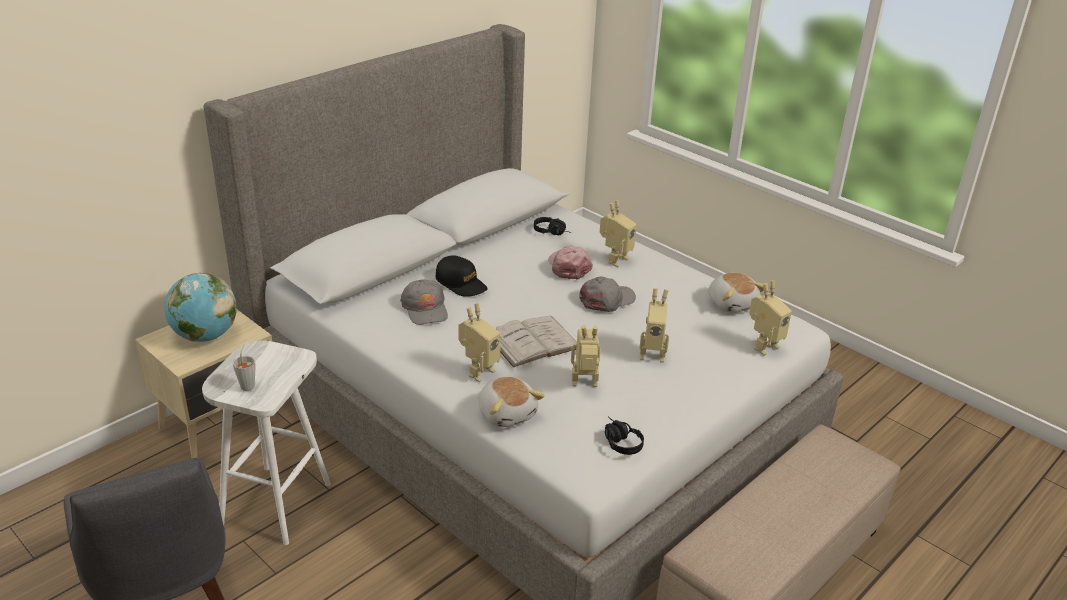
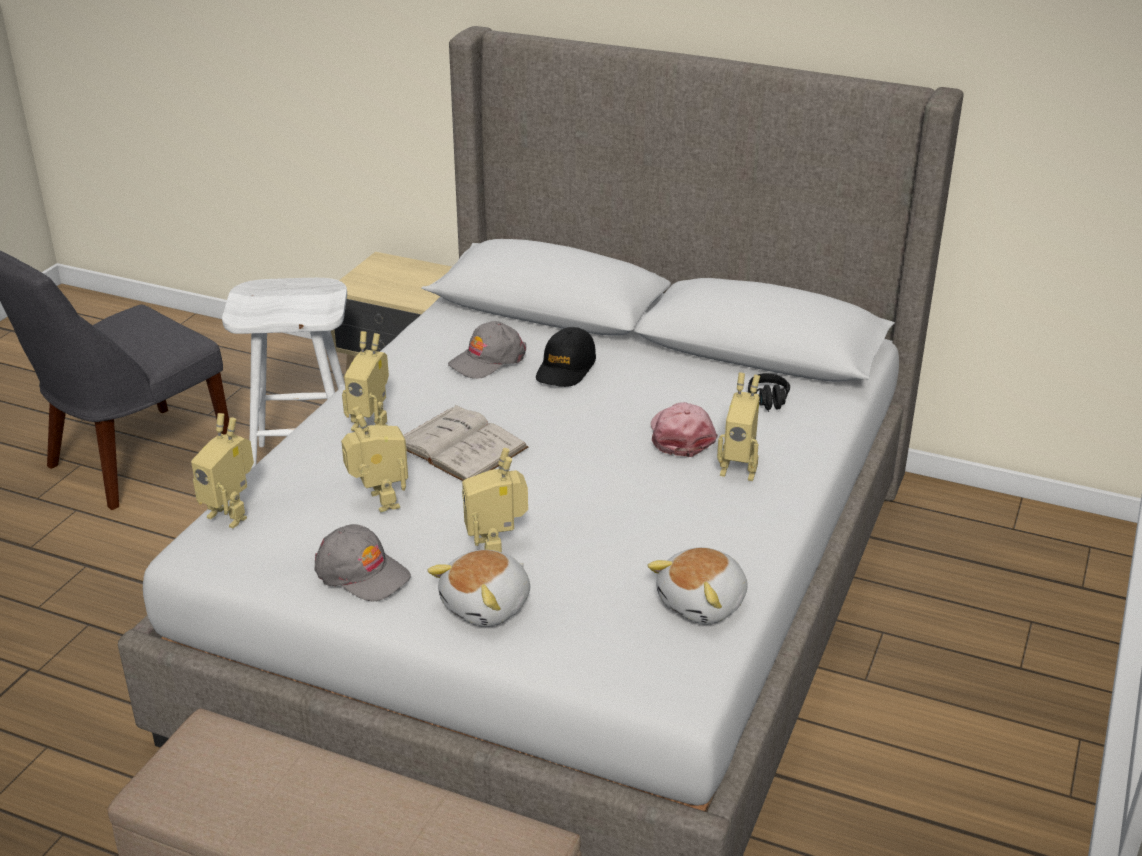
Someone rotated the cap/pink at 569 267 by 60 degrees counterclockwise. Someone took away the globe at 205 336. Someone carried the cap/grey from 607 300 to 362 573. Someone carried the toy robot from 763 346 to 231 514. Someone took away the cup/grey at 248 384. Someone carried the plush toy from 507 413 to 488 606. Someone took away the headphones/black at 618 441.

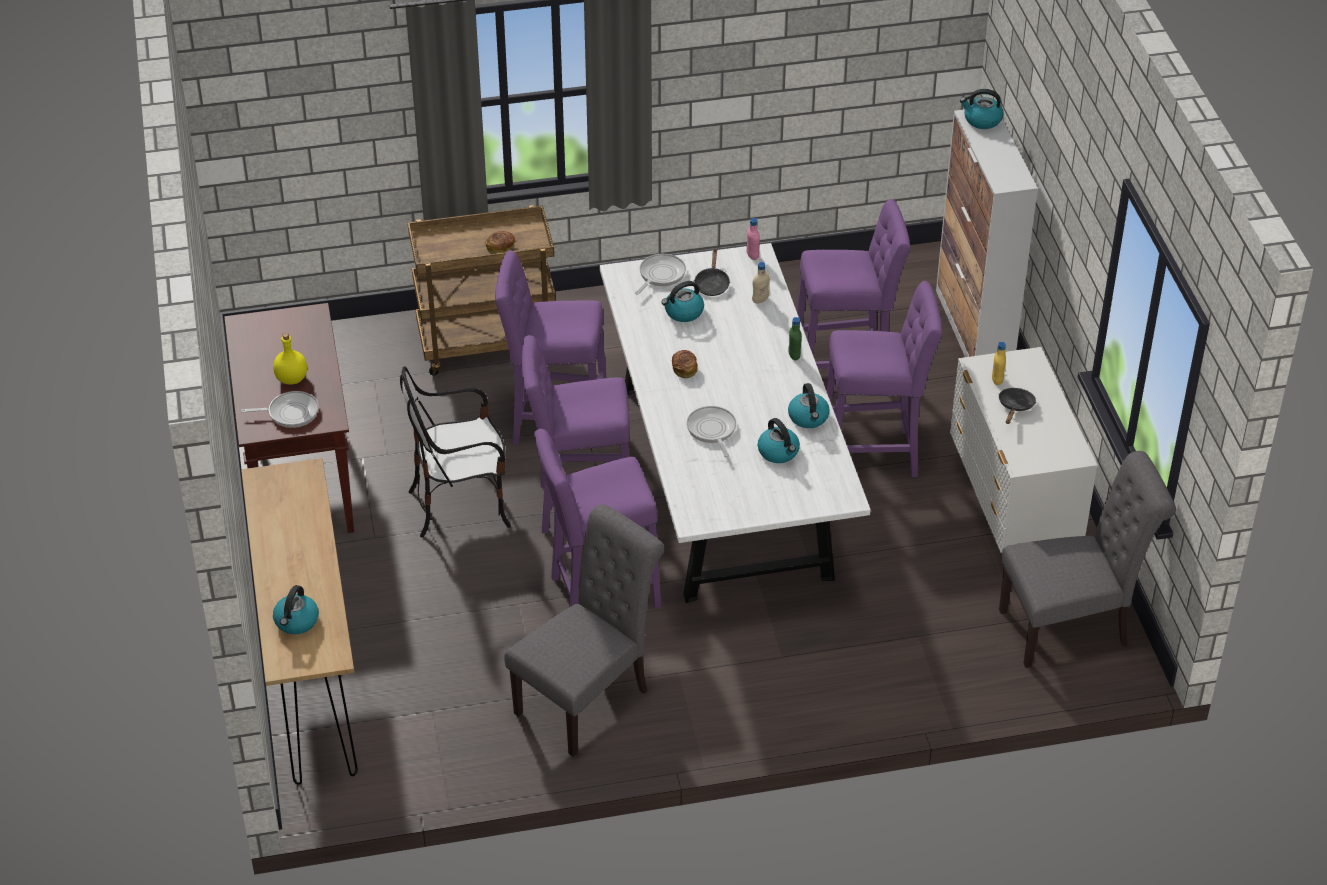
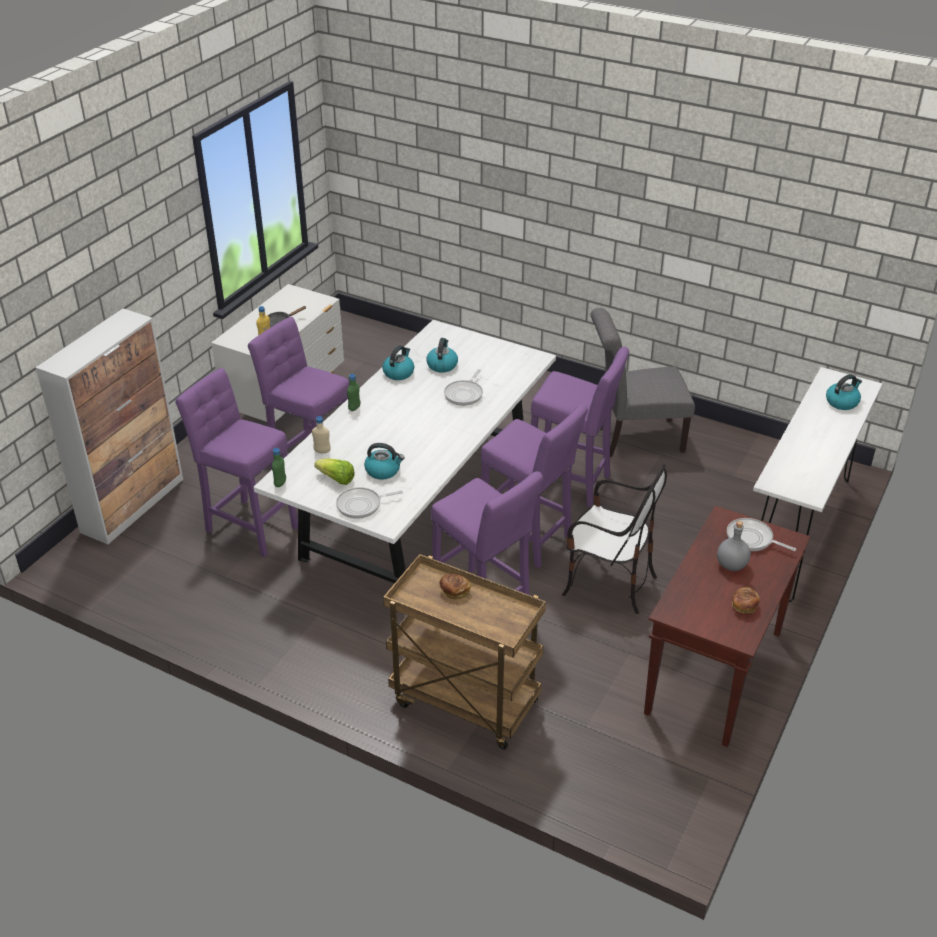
Someone took away the kettle at 982 120. Someone repainted the bottle/pink at 752 256, which became the bottle/green at 280 483. Someone swapped the frying pan/black at 712 284 for the lettuce at 336 479. Someone repainted the bottle/yellow at 291 379, which became the bottle/grey at 732 565. Someone carried the bread from 684 369 to 743 606. Someone took away the chair/grey at 1072 627. Someone repainted the console table/brown at 311 676, which became the console table/white at 799 531.

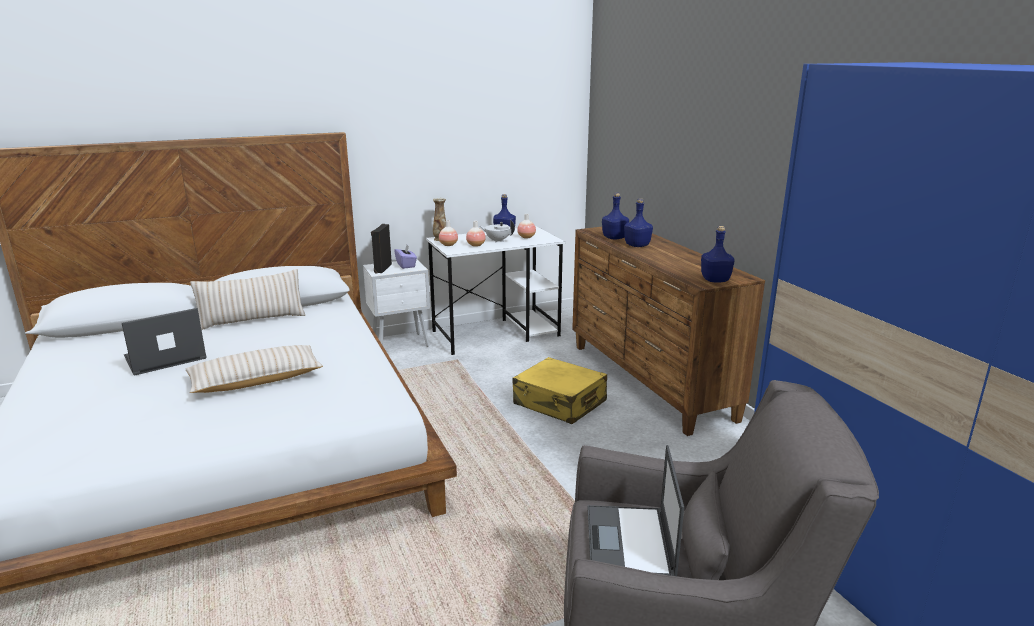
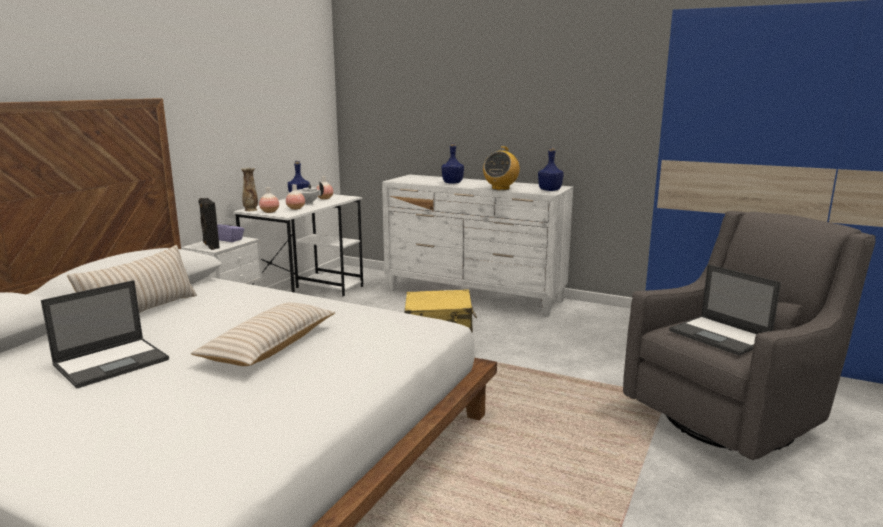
Someone took away the bottle/blue at 614 238. Someone repainted the dresser/brown at 649 381, which became the dresser/white at 474 295. Someone rotated the laptop at 164 358 by 150 degrees counterclockwise. Someone put down the radio at 500 188.

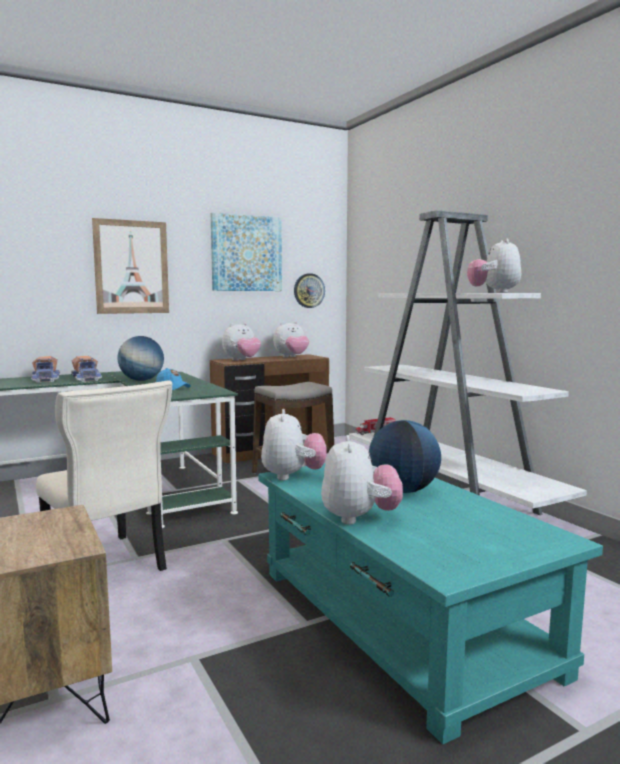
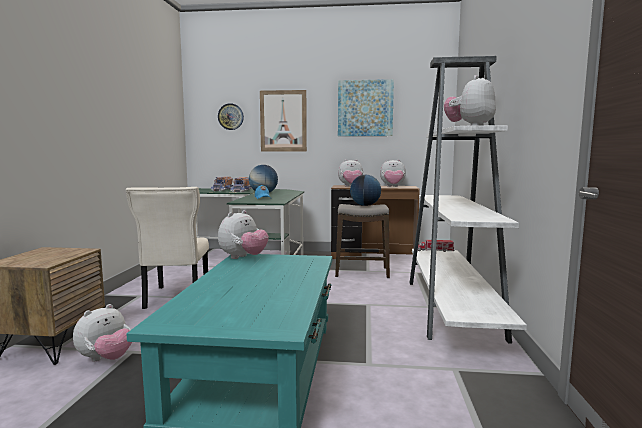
Someone carried the wall clock from 309 290 to 230 116. Someone carried the globe from 403 490 to 365 205. Someone carried the plush toy from 359 518 to 106 359.

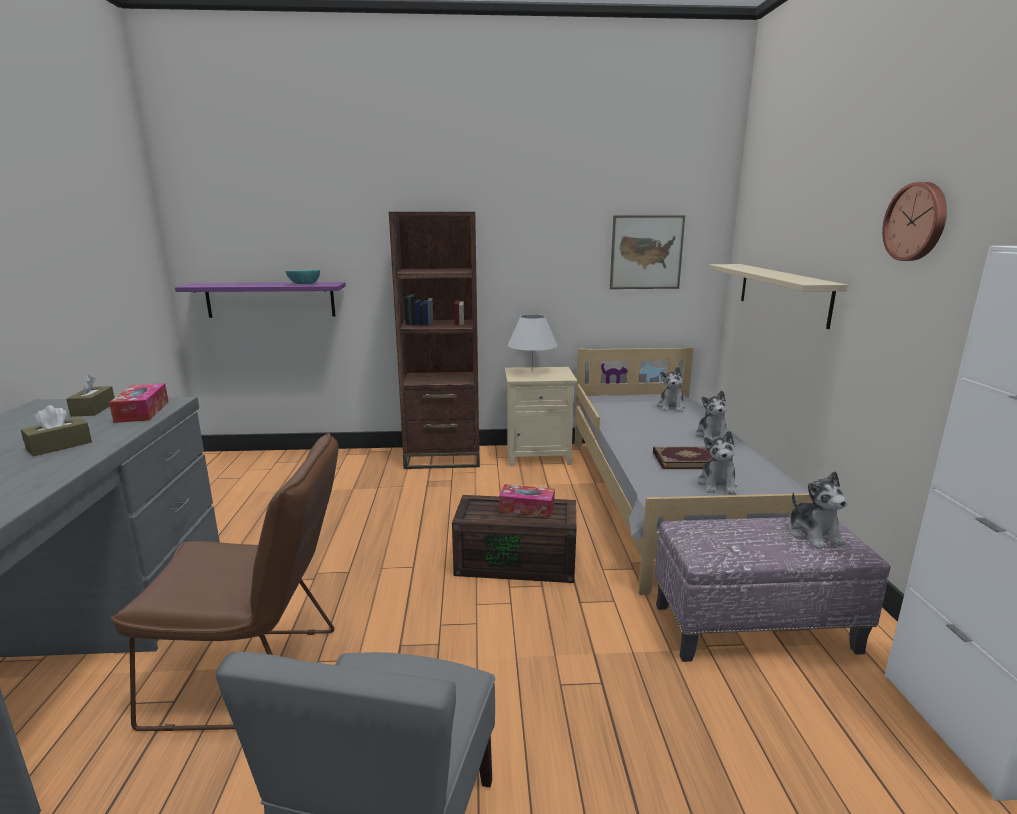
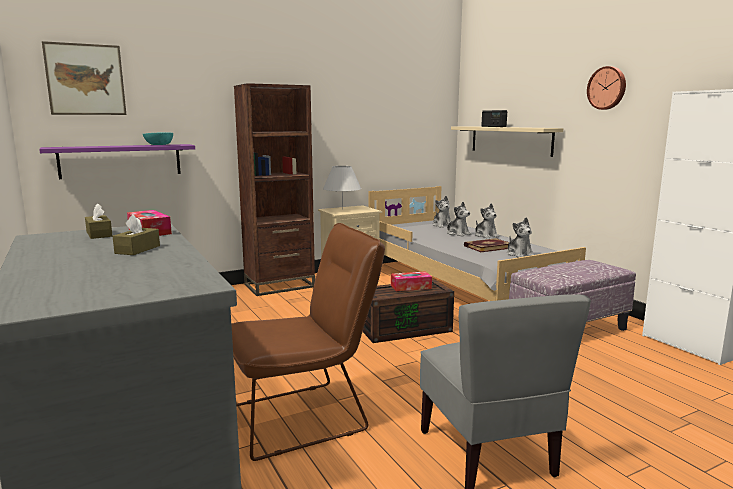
Someone carried the picture from 646 252 to 85 79. Someone carried the plush toy from 813 534 to 458 234. Someone put down the radio at 493 126.

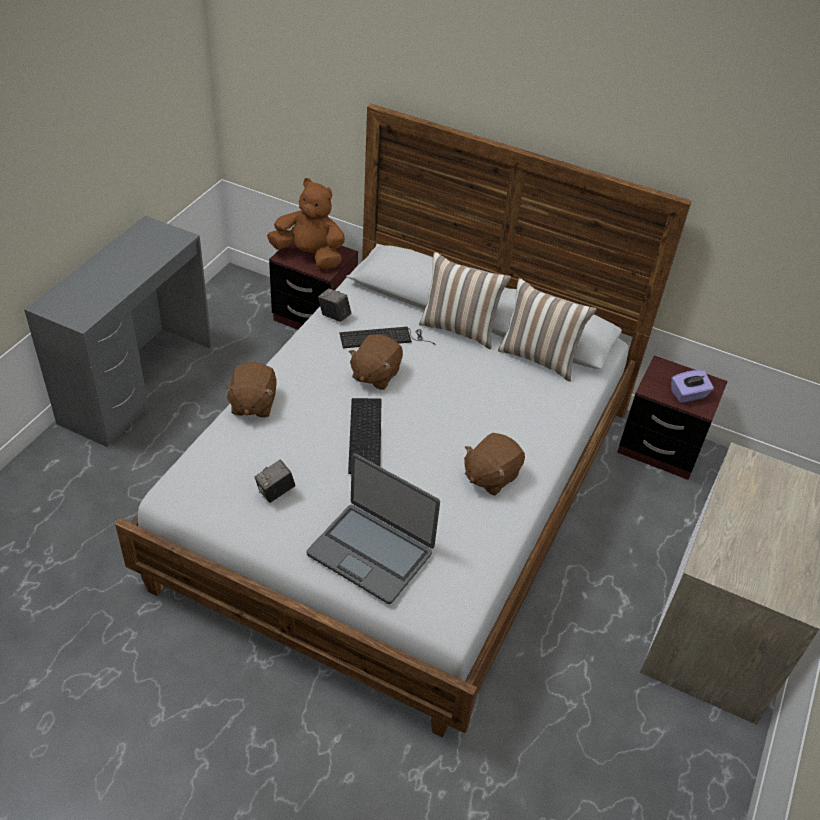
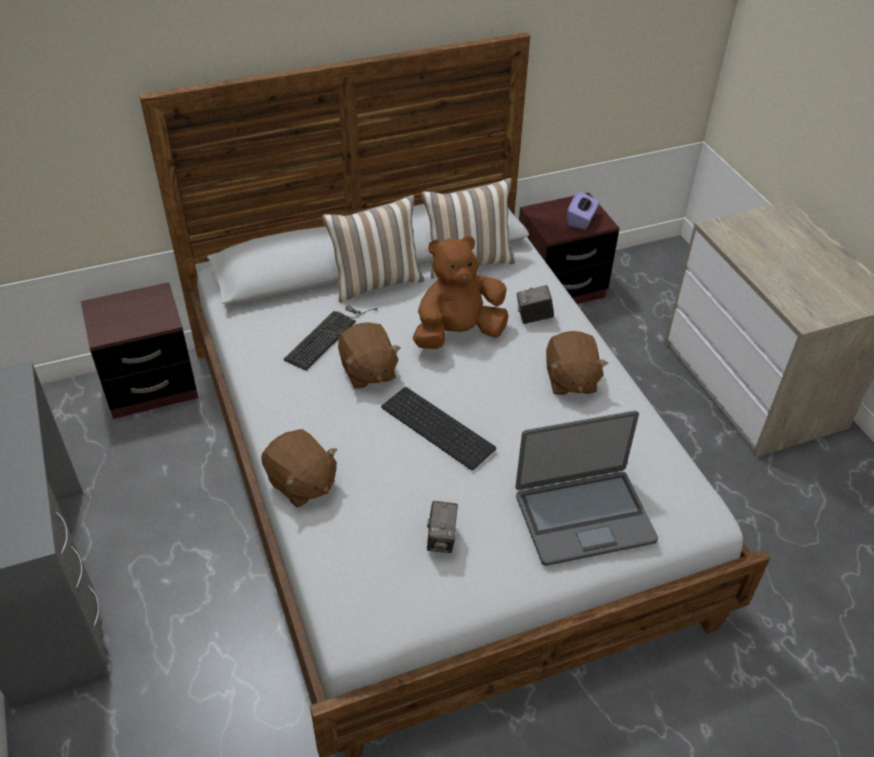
Someone carried the plush toy/brown from 310 256 to 458 333. Someone carried the photo camera from 334 316 to 533 317.

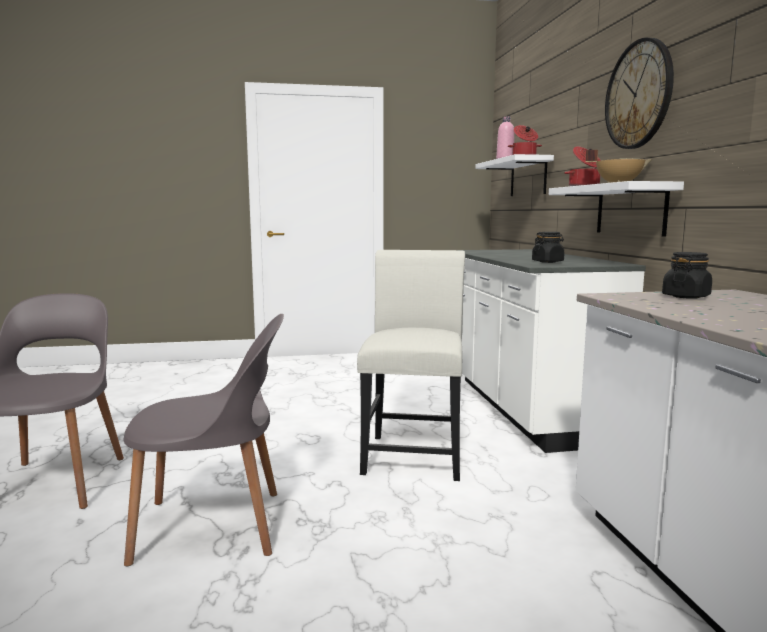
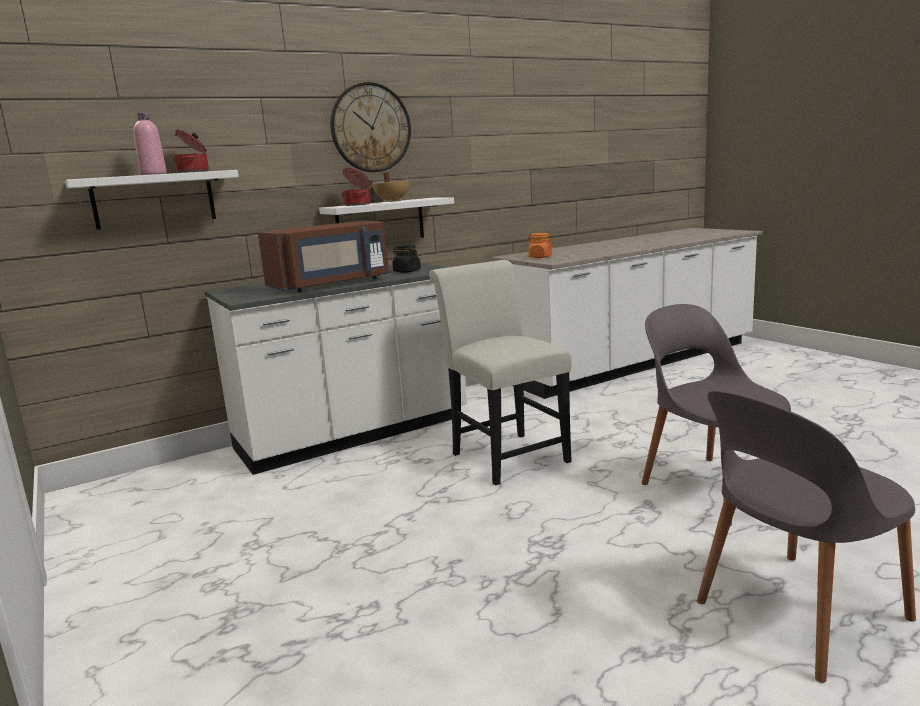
Someone rotated the chair/white at 414 453 by 75 degrees clockwise. Someone repainted the jar/black at 686 296, which became the jar/orange at 540 257. Someone put down the microwave/brown at 331 284.

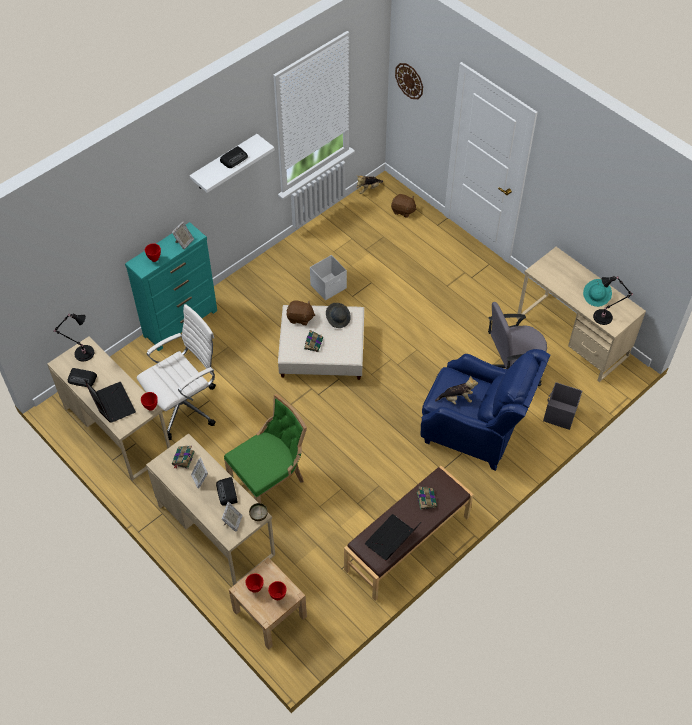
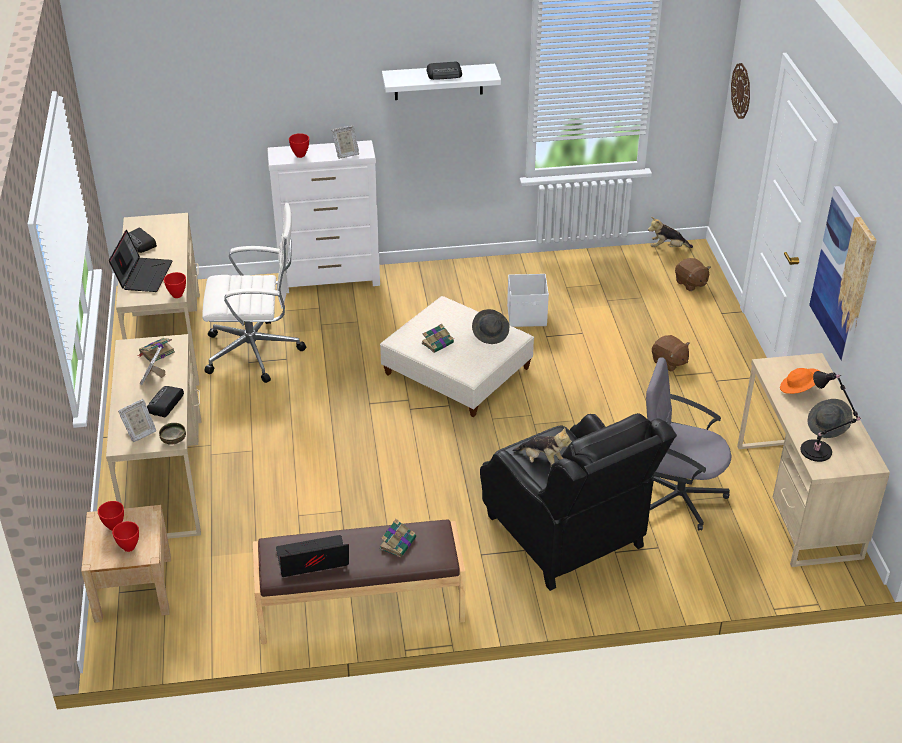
Someone repainted the dresser/turquoise at 181 323, which became the dresser/white at 330 280. Someone repainted the hat/turquoise at 596 297, which became the hat/grey at 828 426. Someone carried the plush toy/brown from 300 318 to 669 362. Someone took away the table lamp/black at 82 353. Someone repainted the armchair/blue at 475 429, which became the armchair/black at 567 535. Someone took away the storage box/grey at 559 414. Someone took away the chair/green at 270 481. Someone put up the picture at 843 274. Someone put down the hat/orange at 799 389.

